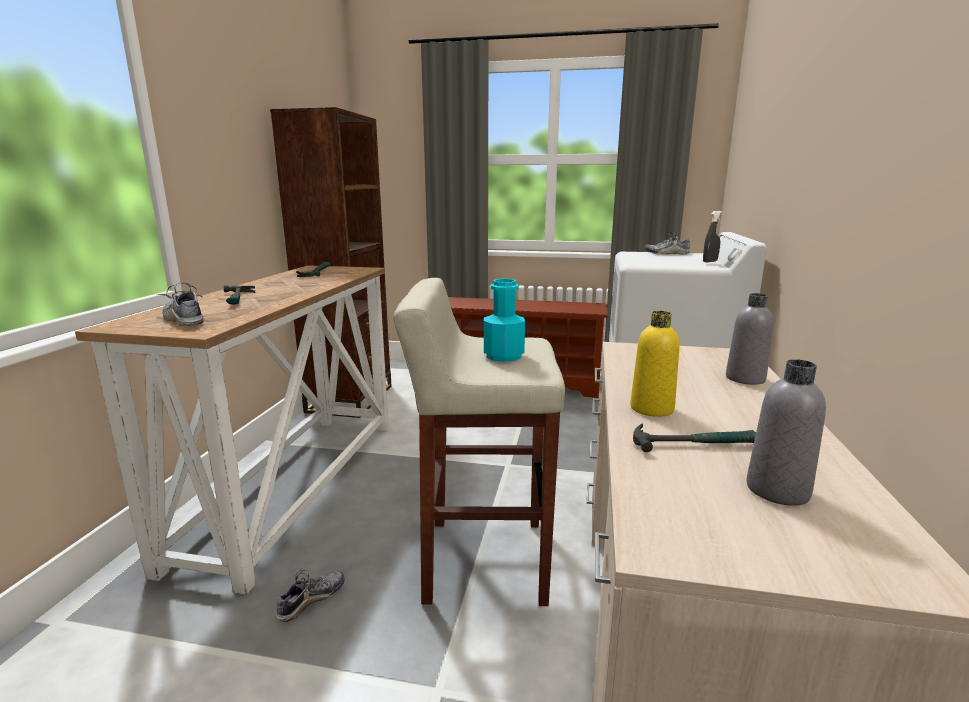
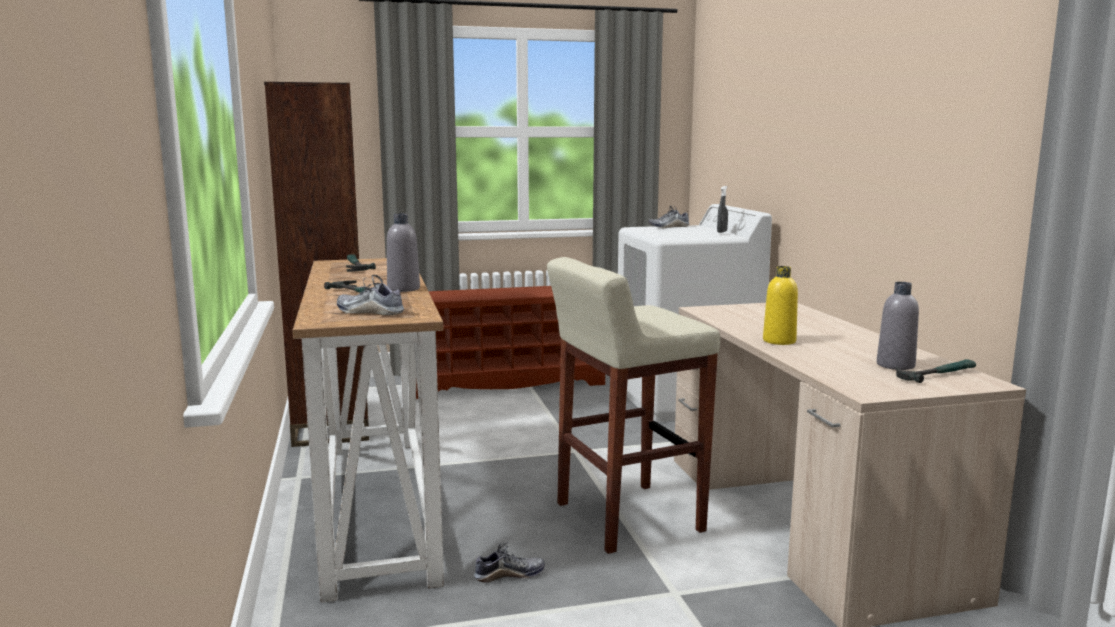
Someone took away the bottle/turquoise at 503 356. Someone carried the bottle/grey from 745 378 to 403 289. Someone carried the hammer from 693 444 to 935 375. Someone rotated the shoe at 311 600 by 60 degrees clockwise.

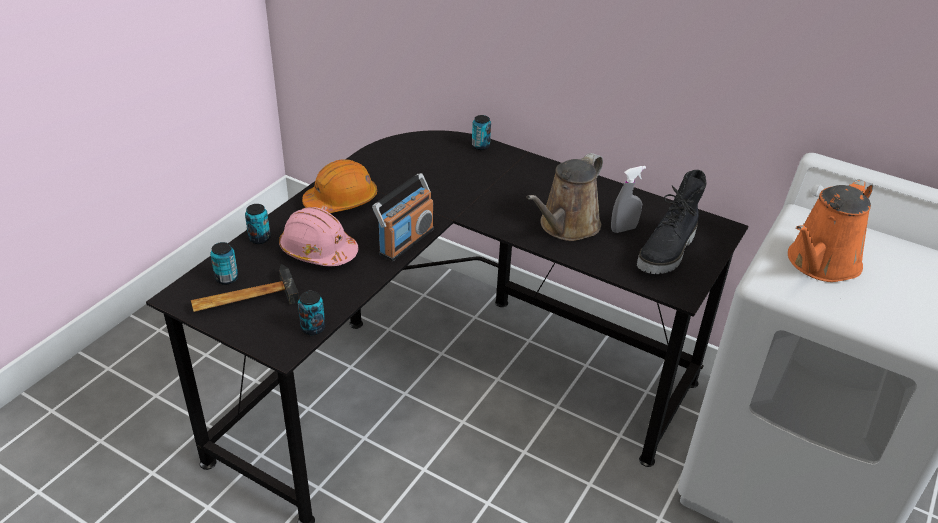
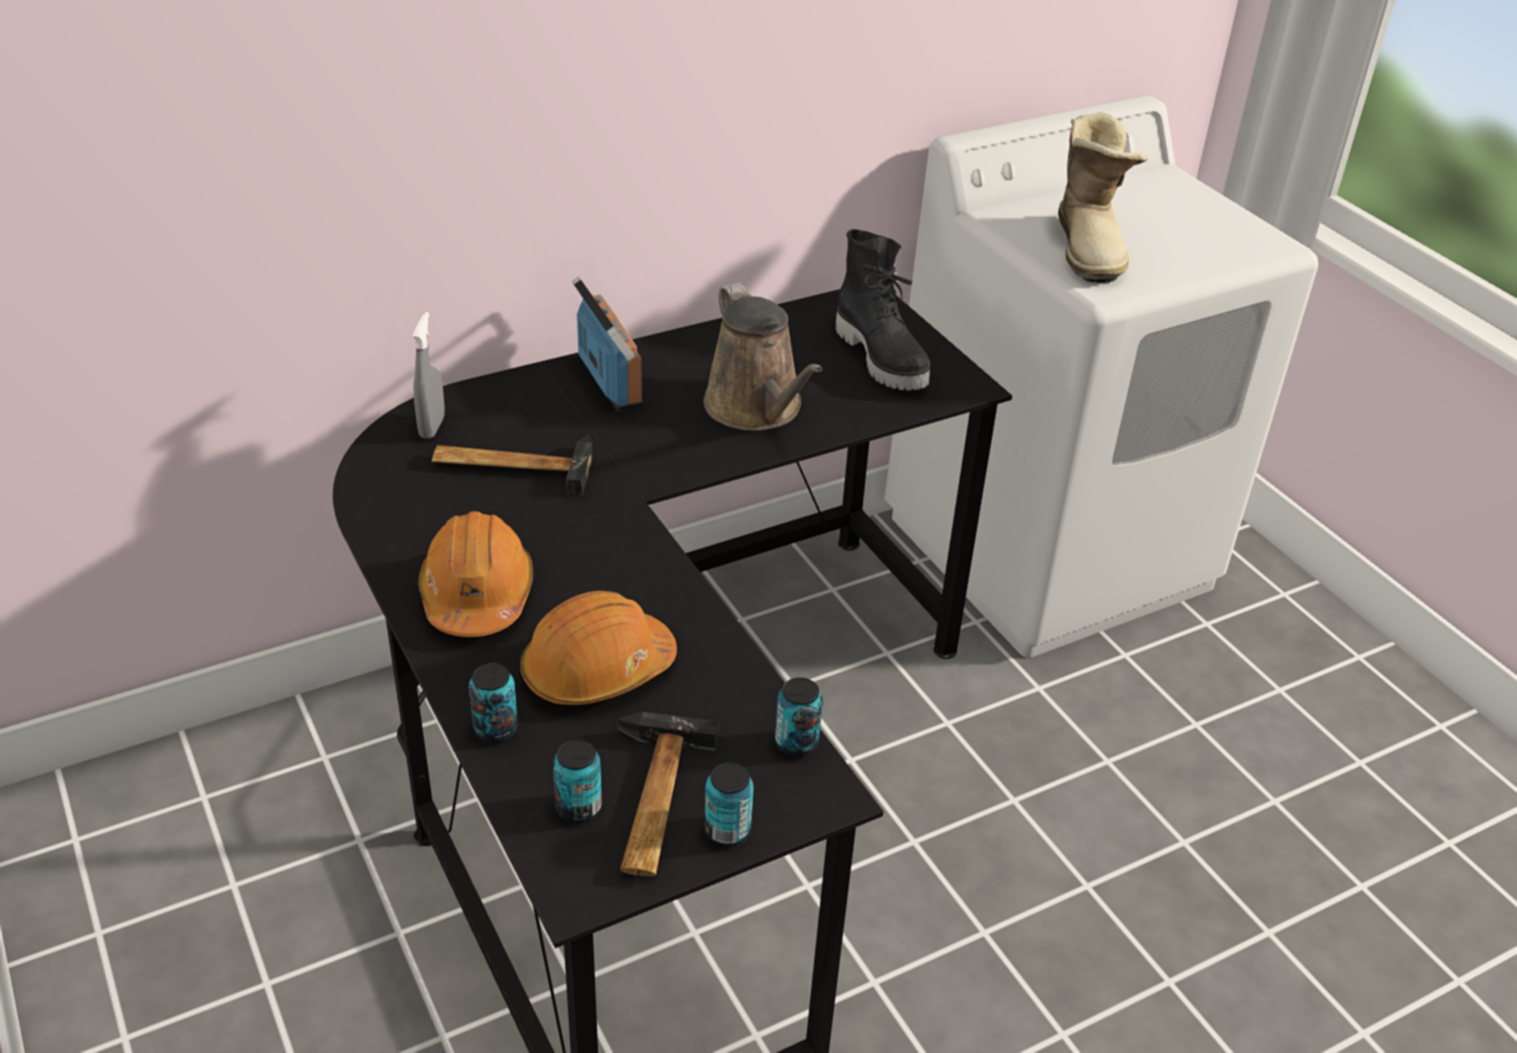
Someone carried the can from 480 146 to 727 831. Someone carried the spray bottle/grey from 623 229 to 432 427. Someone carried the radio from 406 241 to 610 383. Someone swapped the watering can/orange at 820 264 for the boot at 1091 247. Someone repainted the hard hat/pink at 318 251, which became the hard hat/orange at 597 670. Someone put down the hammer at 513 465.

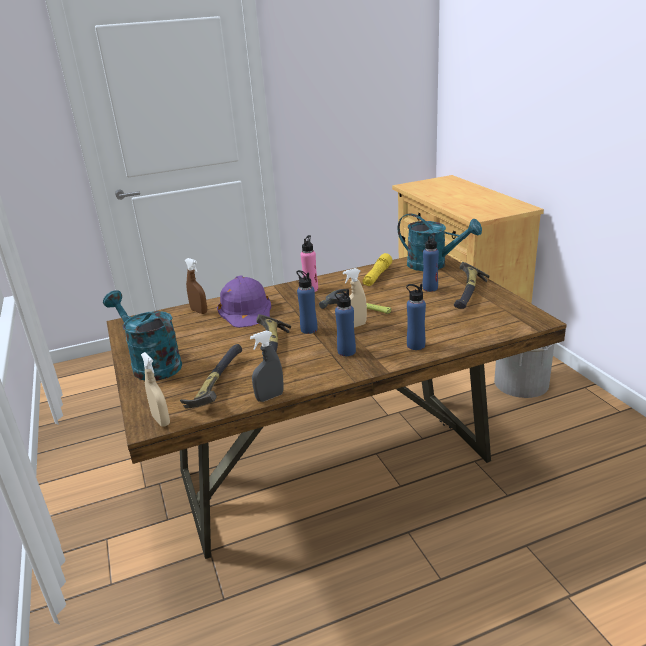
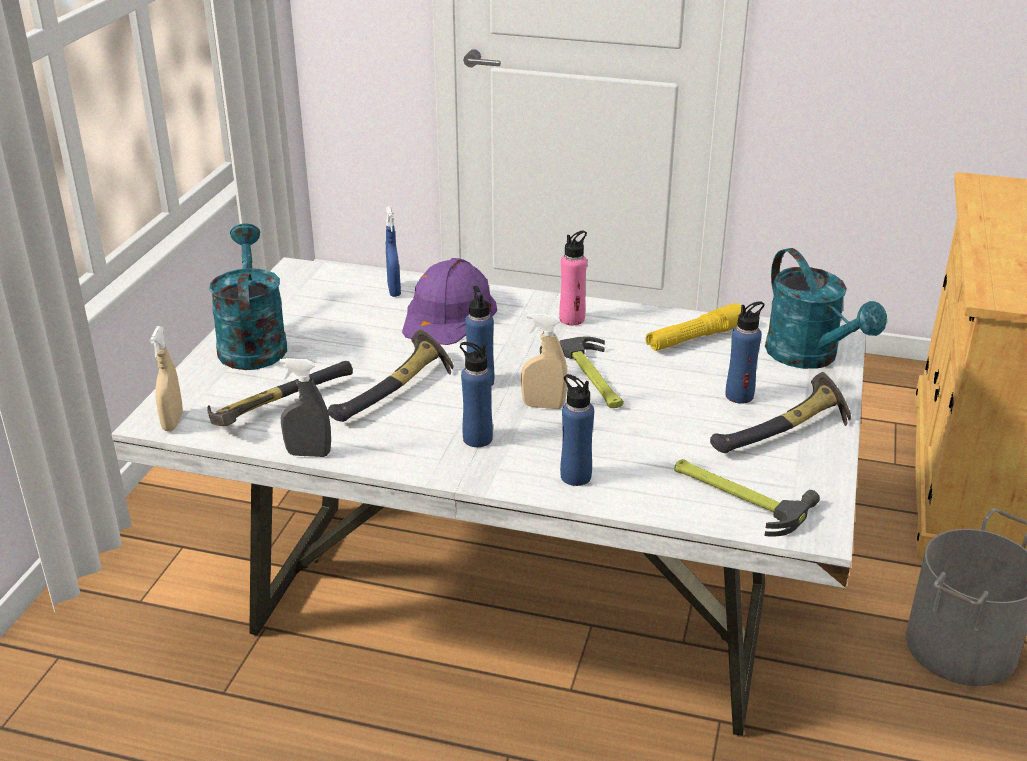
Someone repainted the dining table/brown at 332 468, which became the dining table/white at 509 611. Someone repainted the spray bottle/brown at 199 311, which became the spray bottle/blue at 394 290. Someone put down the hammer at 737 496.

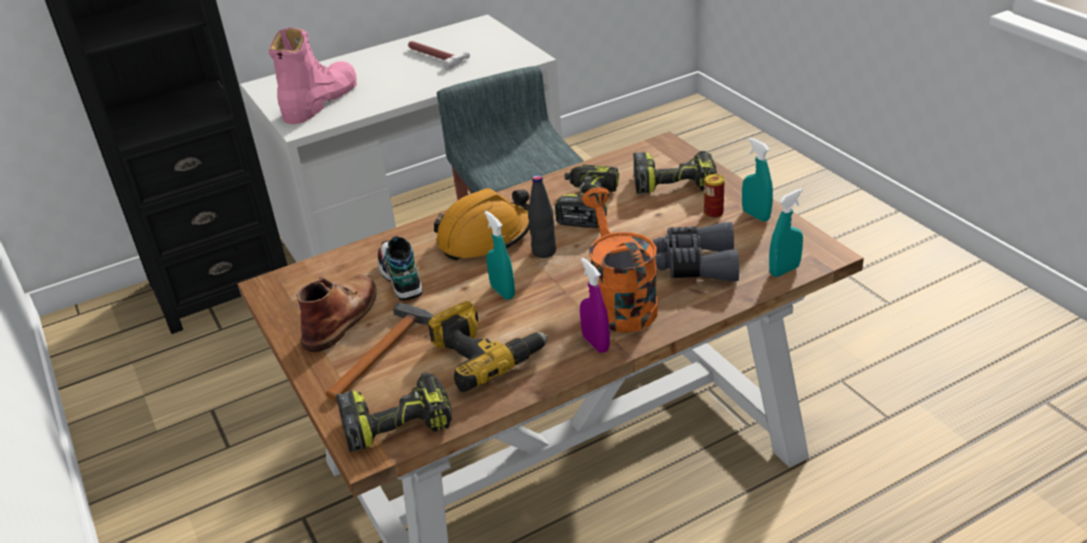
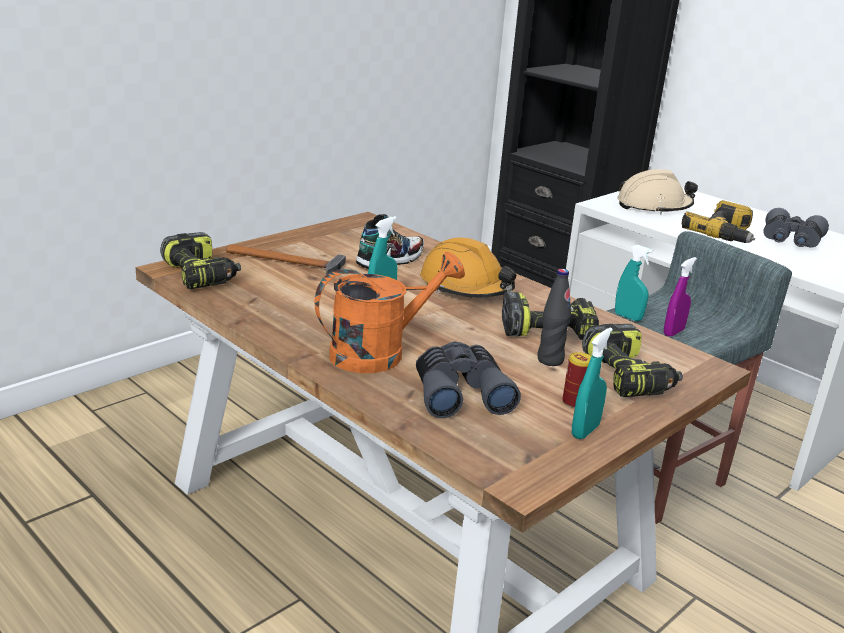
Someone swapped the boot/pink at 320 101 for the hard hat/beige at 653 206. Someone swapped the hammer at 435 56 for the binoculars/grey at 790 241. Someone carried the bottle/black from 544 252 to 550 360. Someone carried the spray bottle/turquoise from 784 270 to 628 317. Someone carried the spray bottle/purple from 595 343 to 673 332. Someone took away the boot/brown at 342 316. Someone carried the power drill from 485 354 to 724 235.

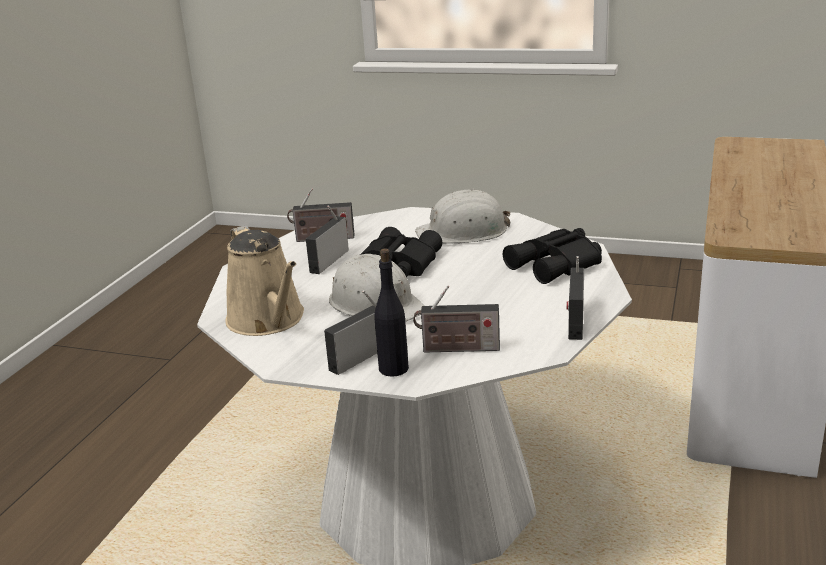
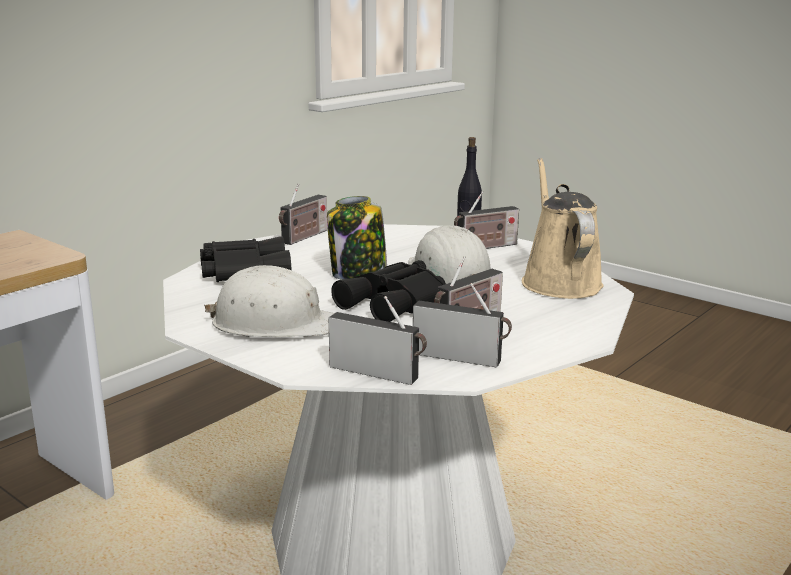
Someone carried the radio from 457 349 to 378 373. Someone put down the jar at 358 273.

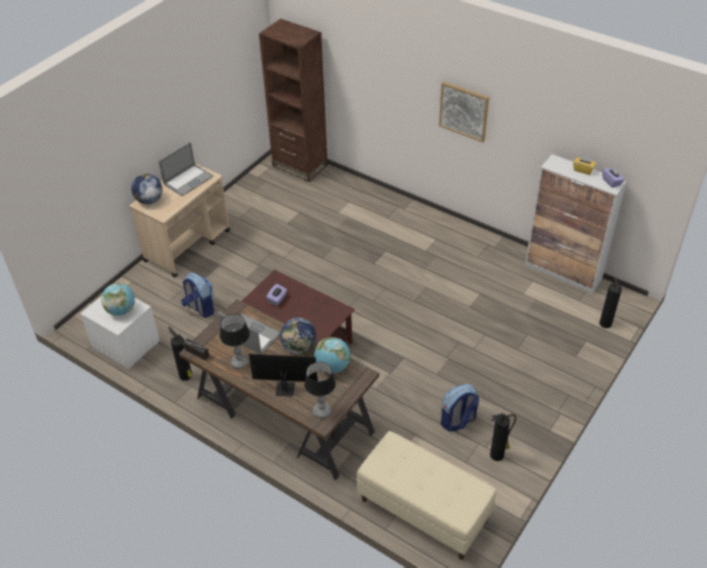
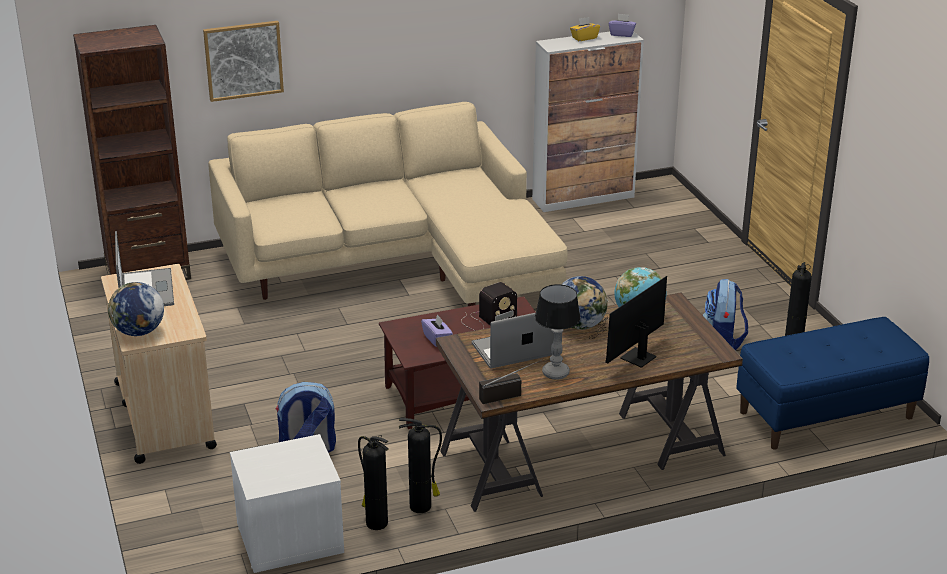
Someone carried the picture from 464 111 to 243 60. Someone carried the fire extinguisher from 605 323 to 375 522. Someone took away the globe at 121 310. Someone took away the table lamp at 321 411. Someone repainted the bench/beige at 423 510, which became the bench/blue at 825 415. Someone put down the sofa/beige at 397 264. Someone put down the radio at 486 319.

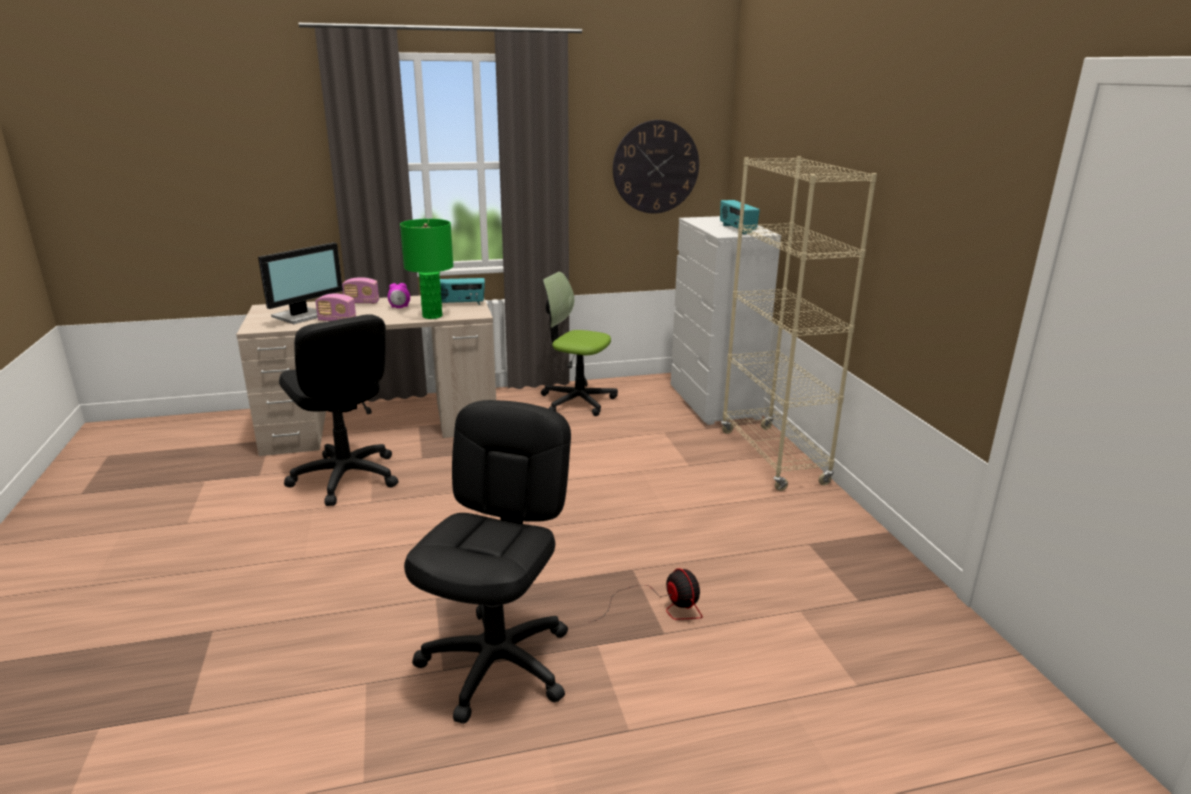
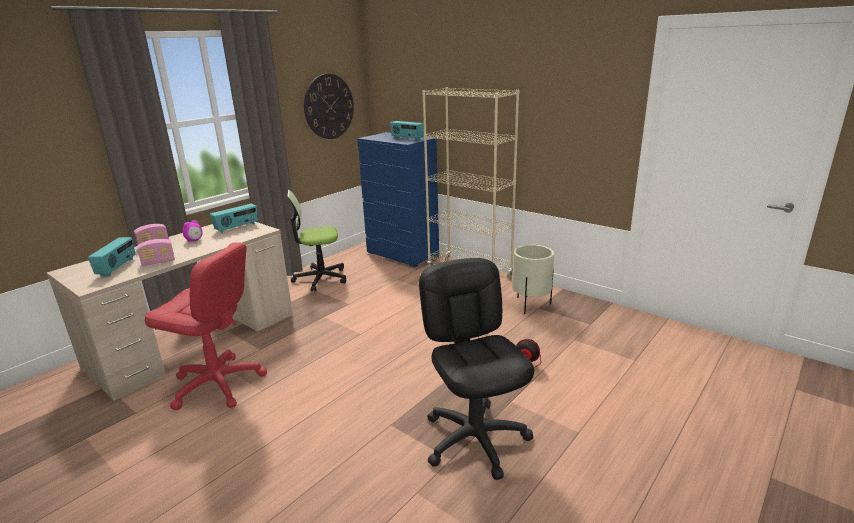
Someone repainted the dresser/white at 714 402, which became the dresser/blue at 403 254. Someone took away the table lamp/green at 432 316. Someone swapped the monitor at 301 316 for the radio at 117 267. Someone repainted the office chair/black at 345 477, which became the office chair/red at 217 384. Someone put down the planter/beige at 531 305.

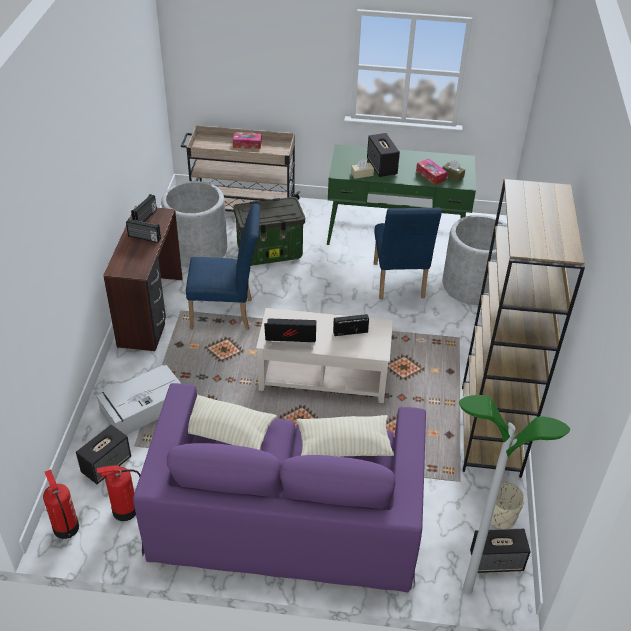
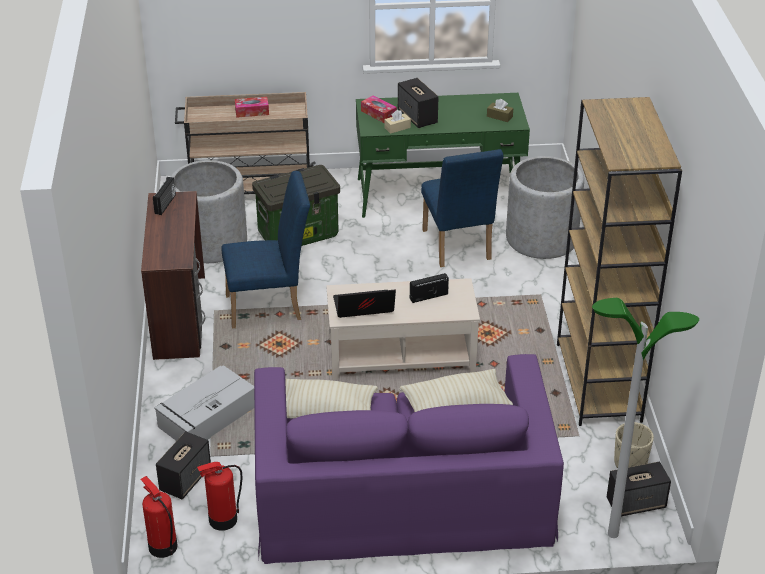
Someone carried the tissue box from 431 175 to 378 114. Someone took away the radio at 144 238.

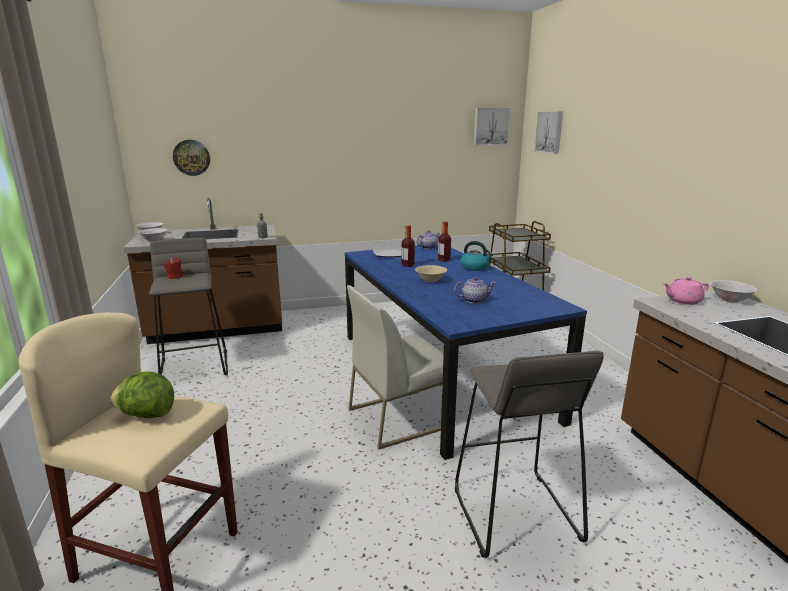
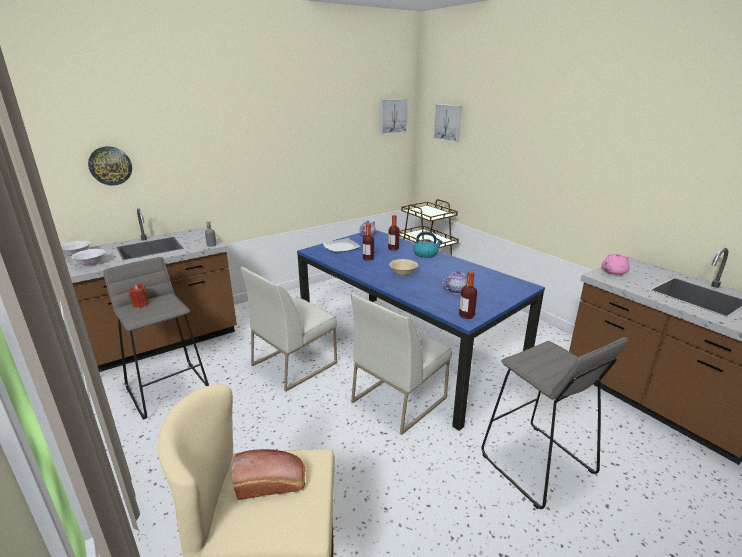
Someone took away the bowl/white at 730 300. Someone swapped the lettuce at 146 415 for the bread at 272 483. Someone put down the chair/white at 294 363. Someone put down the bottle at 466 316.

